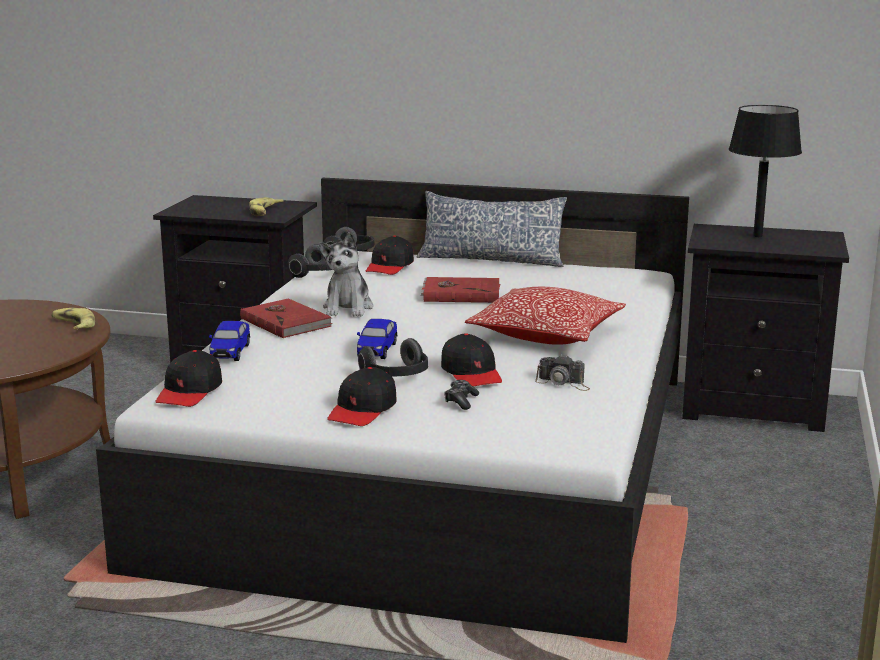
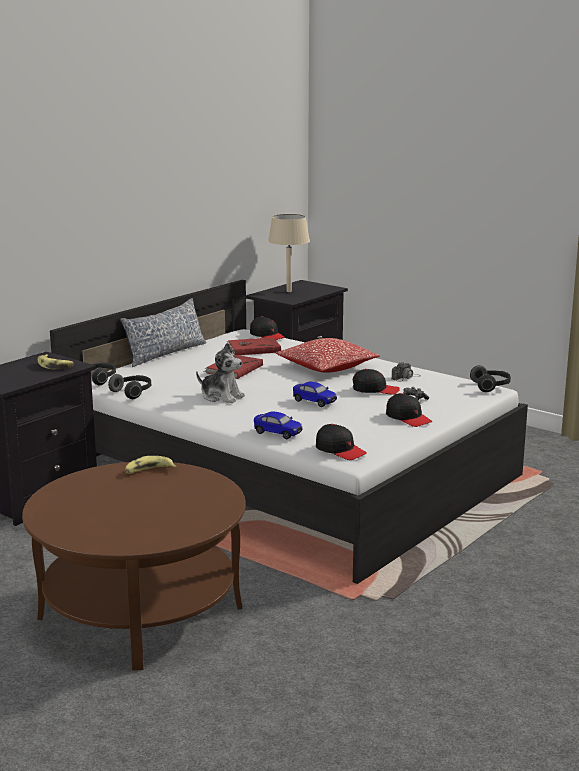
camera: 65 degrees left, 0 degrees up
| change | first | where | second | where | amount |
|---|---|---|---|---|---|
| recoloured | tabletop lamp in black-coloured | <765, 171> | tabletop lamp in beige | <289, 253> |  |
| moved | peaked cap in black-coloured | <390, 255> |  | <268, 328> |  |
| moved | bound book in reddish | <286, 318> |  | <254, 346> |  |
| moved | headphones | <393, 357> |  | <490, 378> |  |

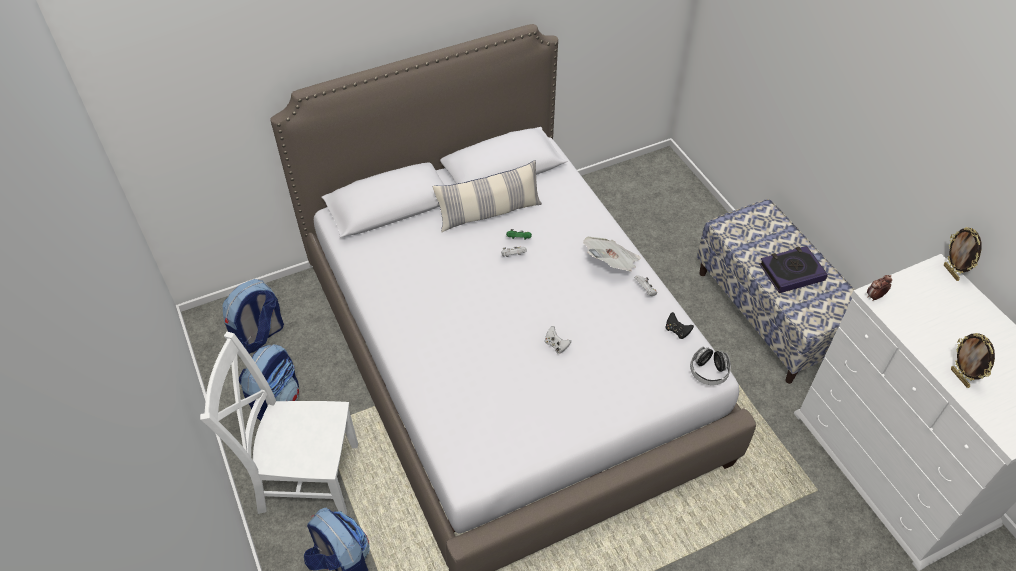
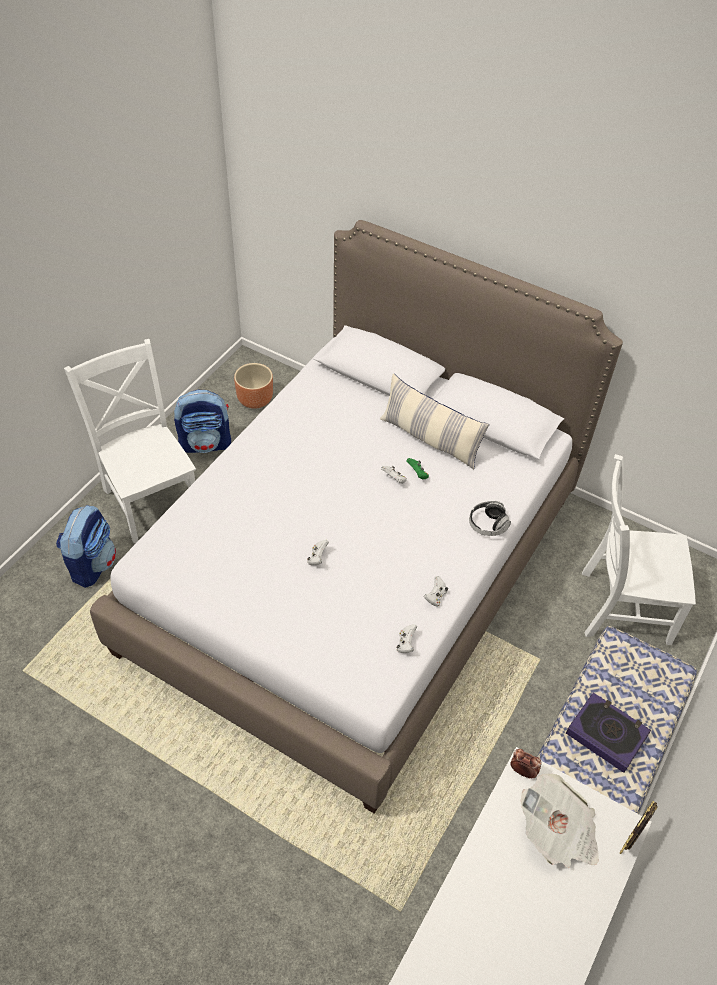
camera: 55 degrees right, 0 degrees up
| change | first | where | second | where | amount |
|---|---|---|---|---|---|
| moved | newspaper | <612, 254> |  | <560, 820> |  |
| replaced | rucksack | <253, 316> | plant pot in brownish | <253, 386> |  |
| recoloured | gamepad in black-coloured | <679, 325> | gamepad in white-coloured | <407, 638> |  |
| removed | picture frame | <973, 360> |  |  |  |
| moved | headphones | <710, 366> |  | <490, 518> |  |
| added |  |  | chair in white-coloured | <639, 549> |  |

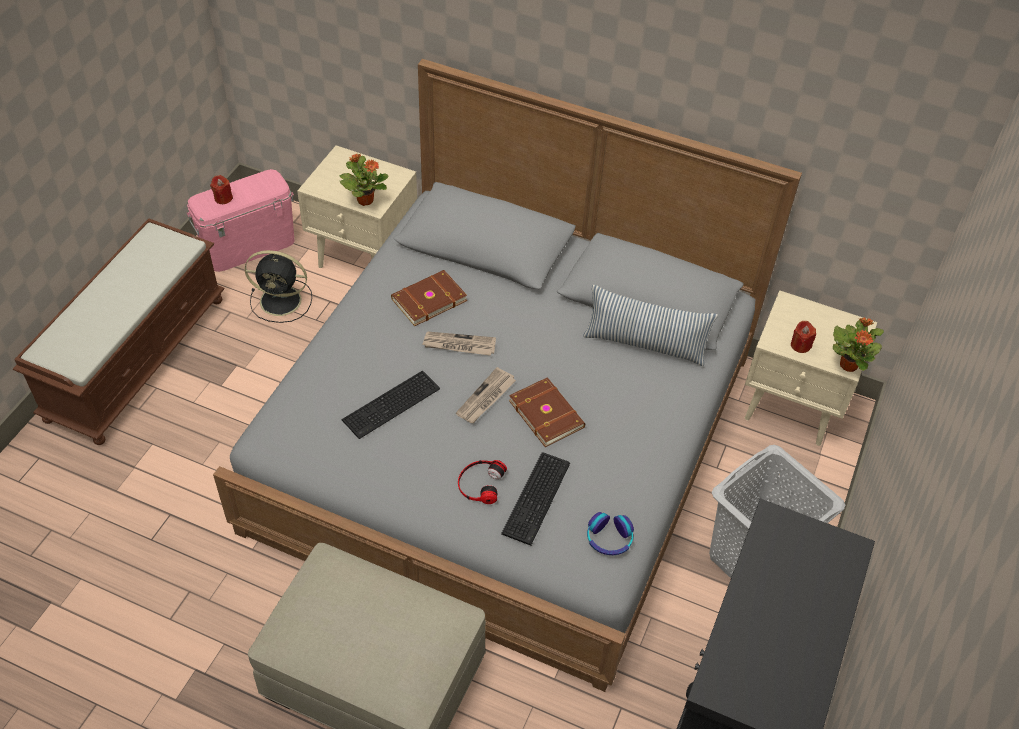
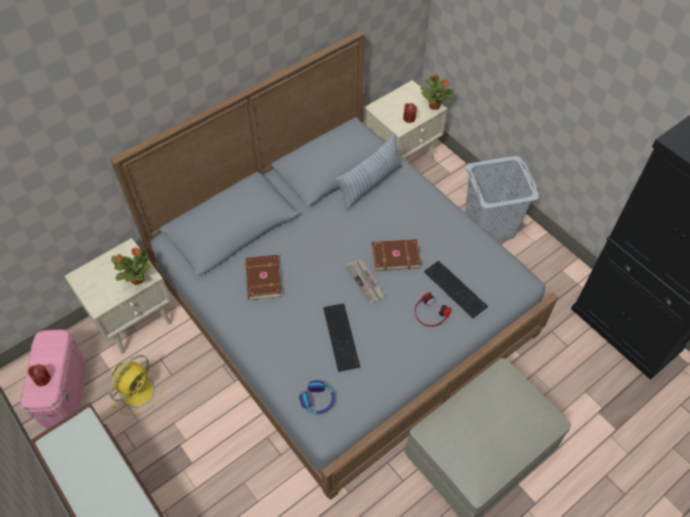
camera: 60 degrees left, 5 degrees up
| change | first | where | second | where | amount |
|---|---|---|---|---|---|
| recoloured | fan in black-coloured | <278, 286> | fan in yellow-coloured | <136, 385> |  |
| removed | newspaper | <459, 344> |  |  |  |
| moved | headphones | <610, 533> |  | <317, 397> |  |

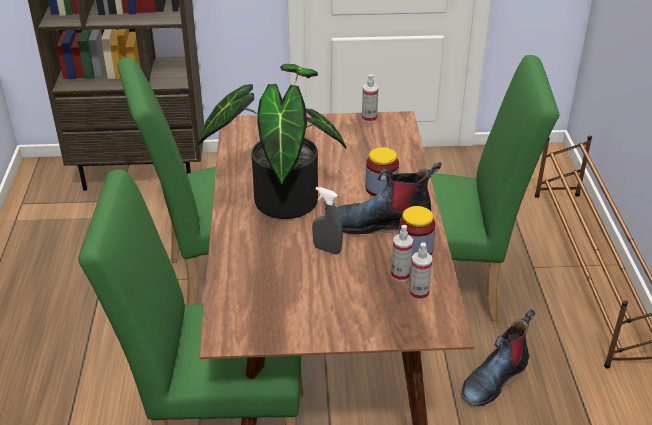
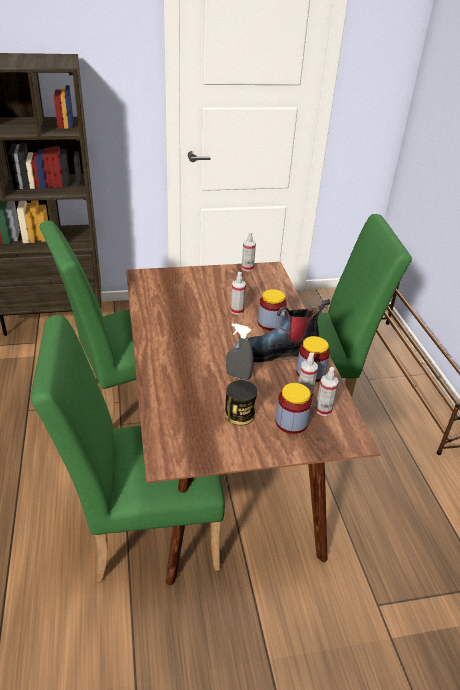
camera: 10 degrees left, 0 degrees up
| change | first | where | second | where | amount |
|---|---|---|---|---|---|
| removed | potted plant | <272, 141> |  |  |  |
| removed | high-top boot | <498, 357> |  |  |  |
| added |  |  | sprayer | <238, 293> |  |
| added |  |  | can | <241, 402> |  |
| added |  |  | jar | <294, 408> |  |

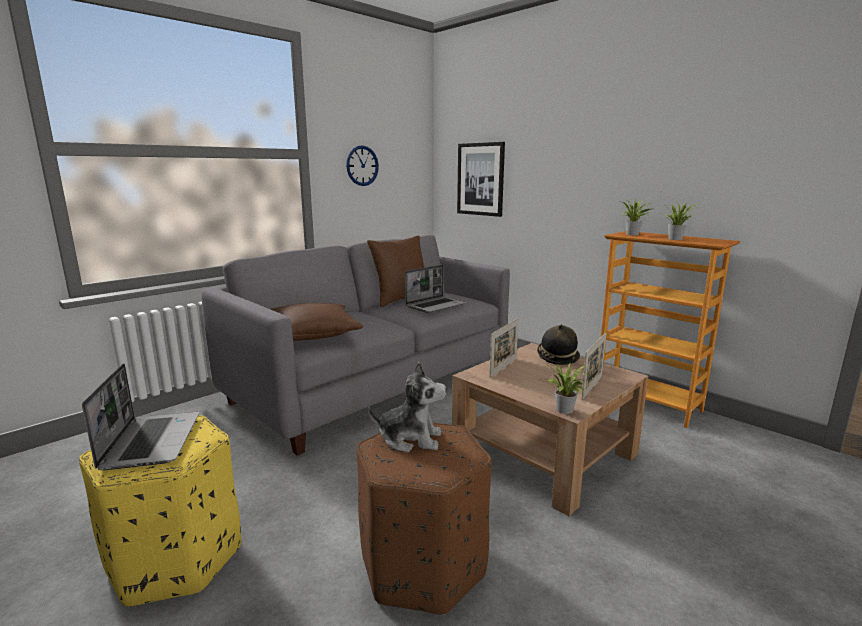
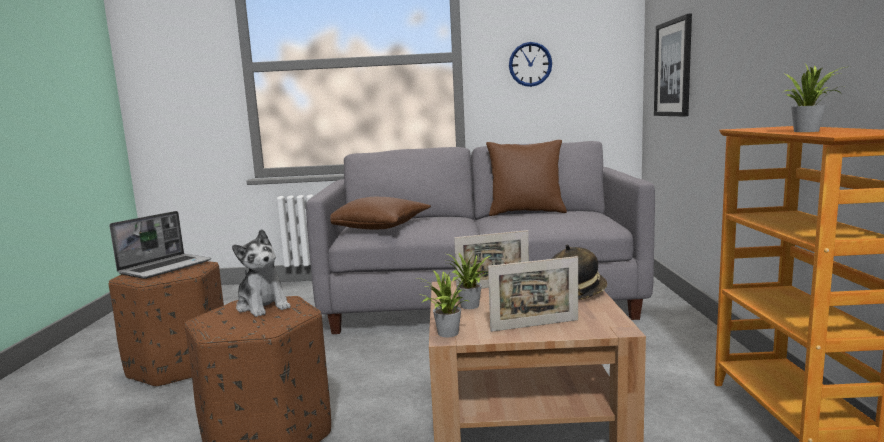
camera: 45 degrees right, 5 degrees down
| change | first | where | second | where | amount |
|---|---|---|---|---|---|
| moved | potted plant | <637, 217> |  | <467, 280> |  |
| removed | notebook computer | <435, 289> |  |  |  |
| recoloured | footrest in yellow-coloured | <160, 511> | footrest in brownish | <166, 324> |  |

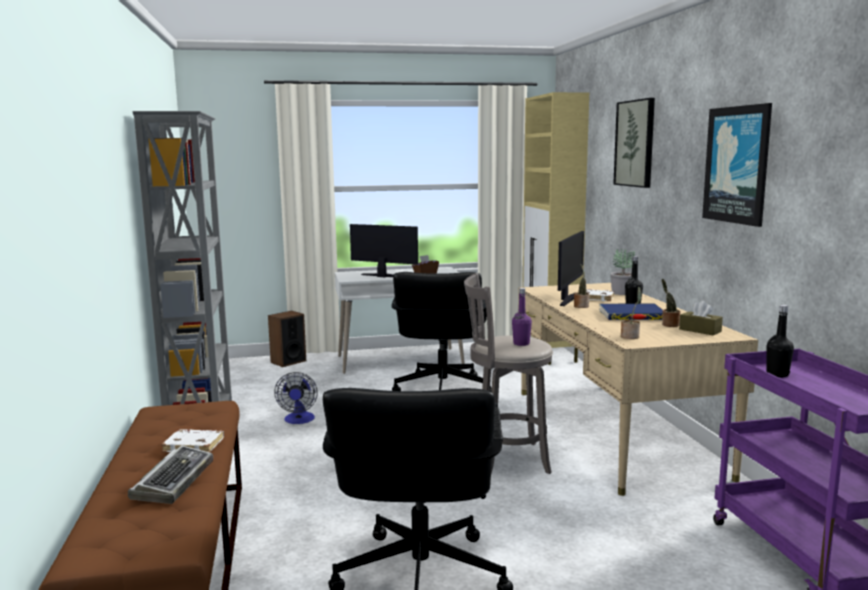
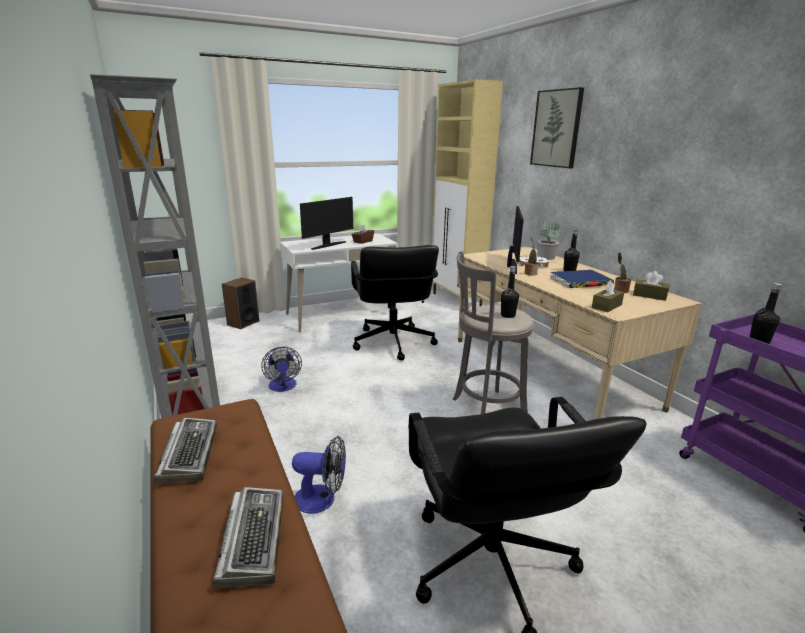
camera: 15 degrees left, 10 degrees up
| change | first | where | second | where | amount |
|---|---|---|---|---|---|
| removed | wall picture | <737, 165> |  |  |  |
| turned | computer display | <384, 250> |  | <326, 223> | 120 degrees clockwise |
| replaced | potted plant | <631, 313> | tissue holder in brownish | <608, 296> |  |
| recoloured | drink bottle in purple-coloured | <522, 317> | drink bottle in black-coloured | <510, 292> |  |
| removed | bound book in white-coloured | <192, 440> |  |  |  |
| added |  |  | PC keyboard | <185, 451> |  |
| added |  |  | fan | <319, 475> |  |

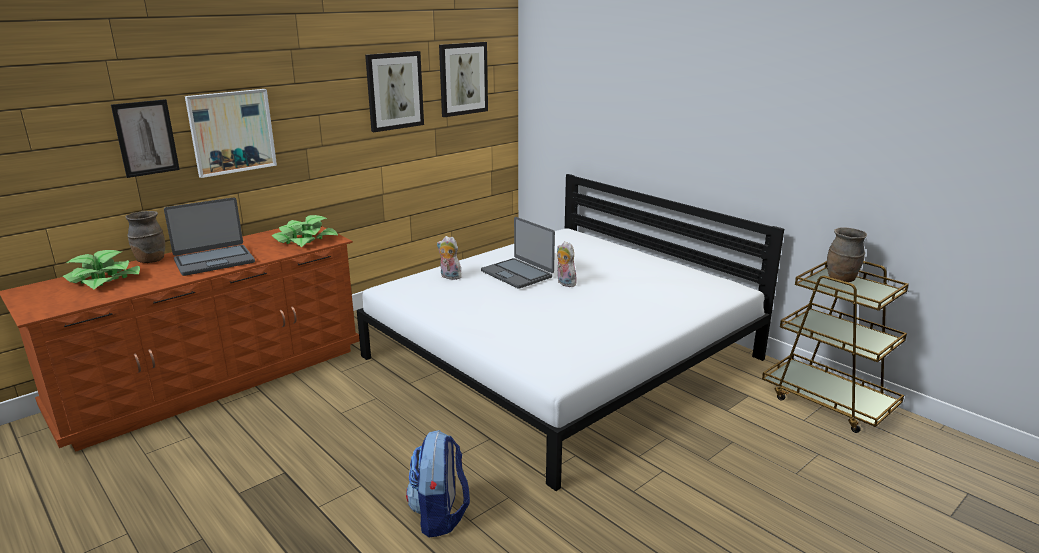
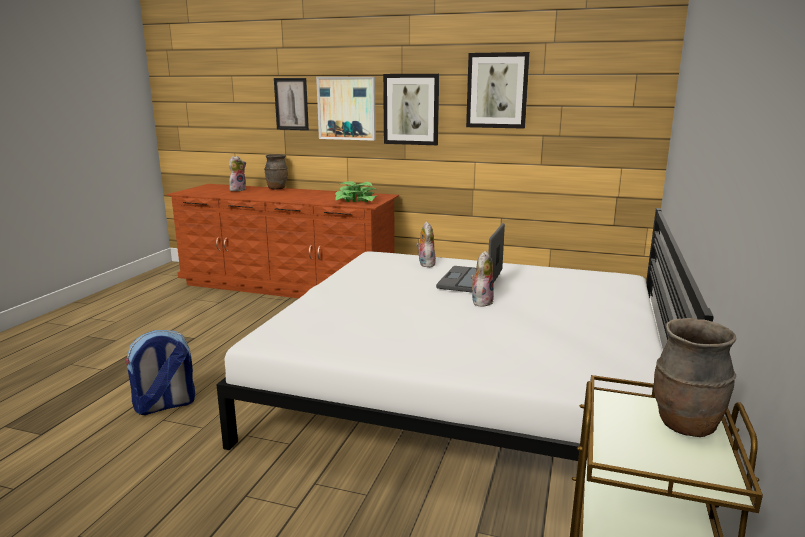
camera: 60 degrees right, 5 degrees down
| change | first | where | second | where | amount |
|---|---|---|---|---|---|
| moved | wall picture | <463, 79> |  | <411, 109> |  |
| removed | notebook computer | <209, 236> |  |  |  |
| replaced | potted plant | <101, 269> | plush toy | <237, 173> |  |

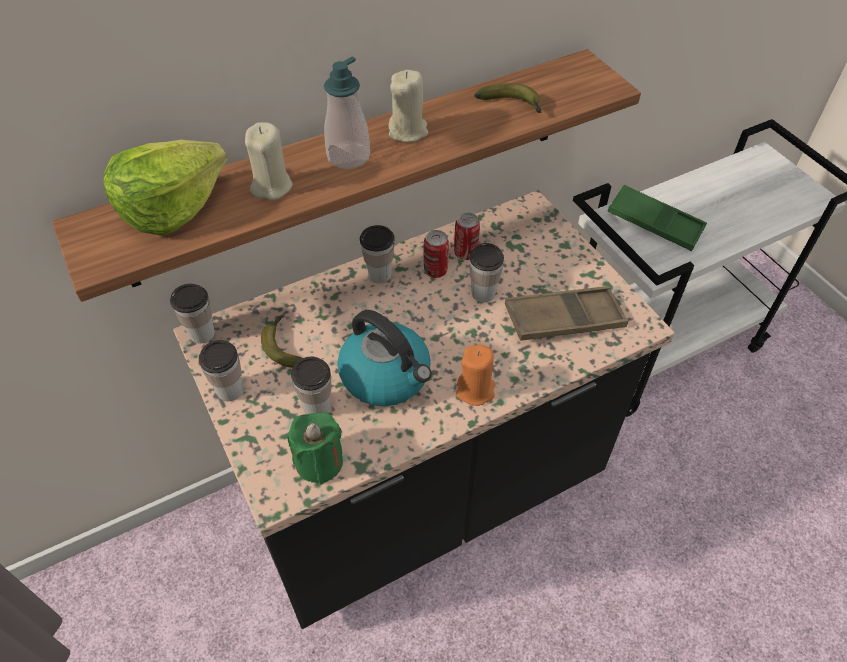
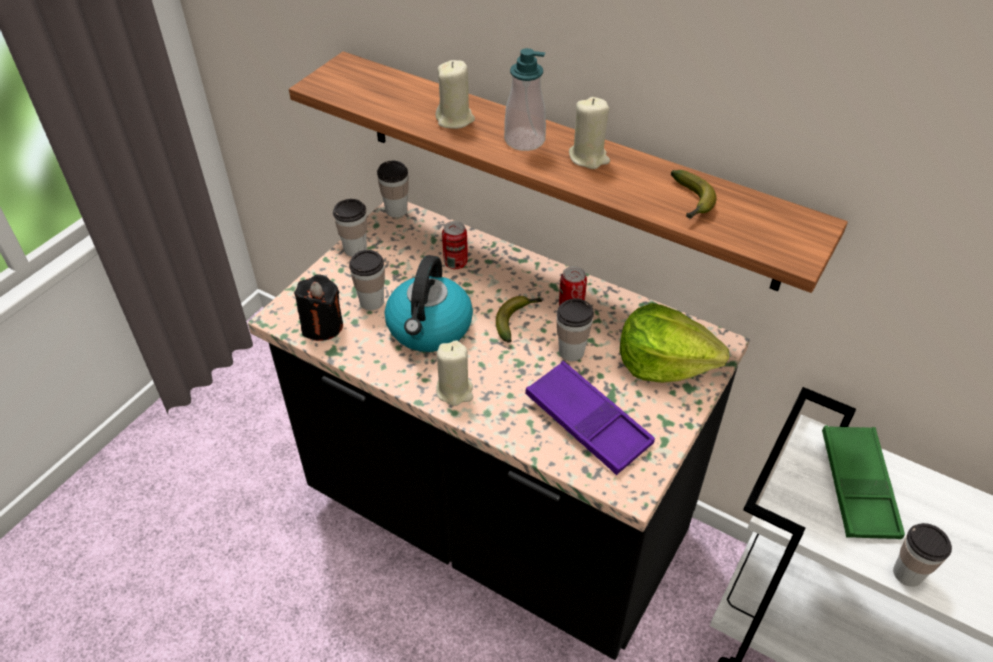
camera: 60 degrees right, 5 degrees down
| change | first | where | second | where | amount |
|---|---|---|---|---|---|
| moved | head of lettuce | <165, 188> |  | <674, 343> |  |
| moved | can | <467, 236> |  | <455, 245> |  |
| moved | drinking cup | <377, 254> |  | <922, 555> |  |
| recoloured | tray in brownish | <566, 313> | tray in purple-coloured | <590, 418> |  |
| moved | whole banana | <281, 341> |  | <519, 319> |  |
| recoloured | candle in orange | <475, 375> | candle in beige | <454, 373> |  |
| recoloured | candle in green | <315, 448> | candle in black-coloured | <318, 307> |  |

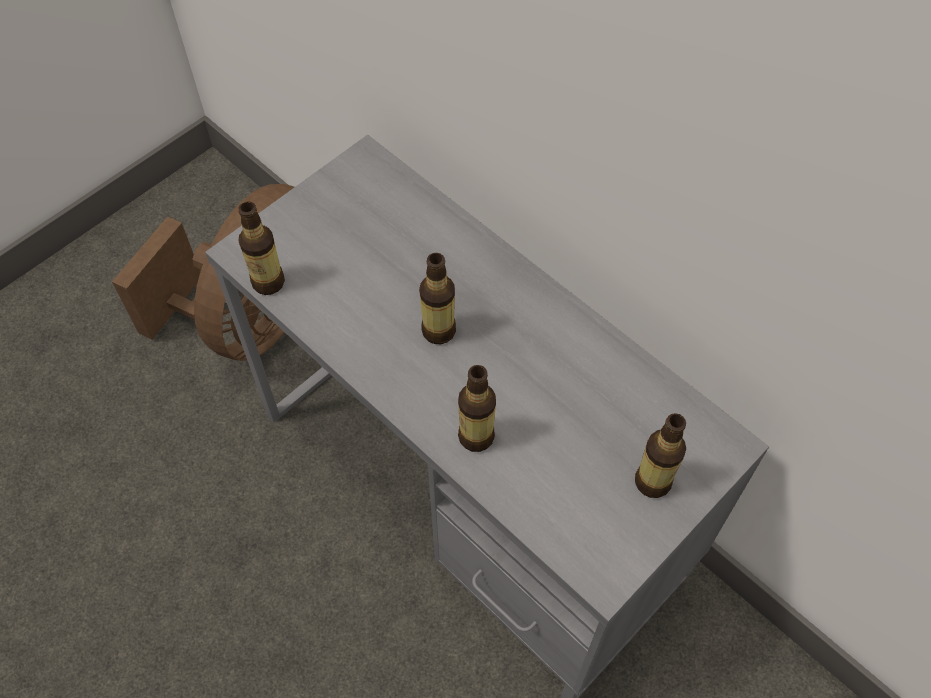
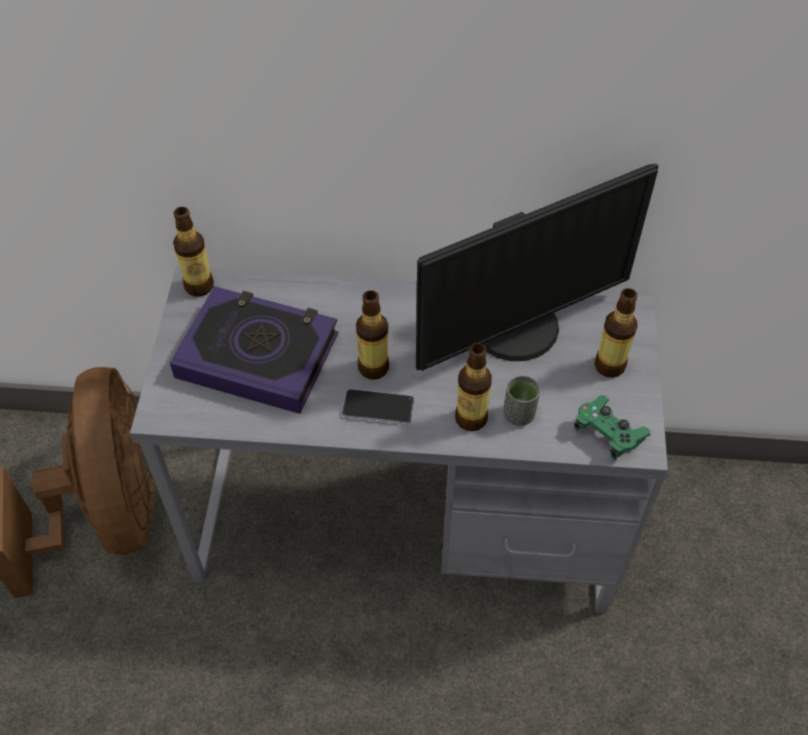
camera: 40 degrees left, 5 degrees down
| change | first | where | second | where | amount |
|---|---|---|---|---|---|
| moved | drink bottle | <261, 248> |  | <193, 252> |  |
| added |  |  | computer display | <537, 267> |  |
| added |  |  | bound book | <254, 350> |  |
| added |  |  | drinking cup in gray | <521, 400> |  |
| added |  |  | handset | <378, 407> |  |
| added |  |  | gamepad in green | <612, 427> |  |

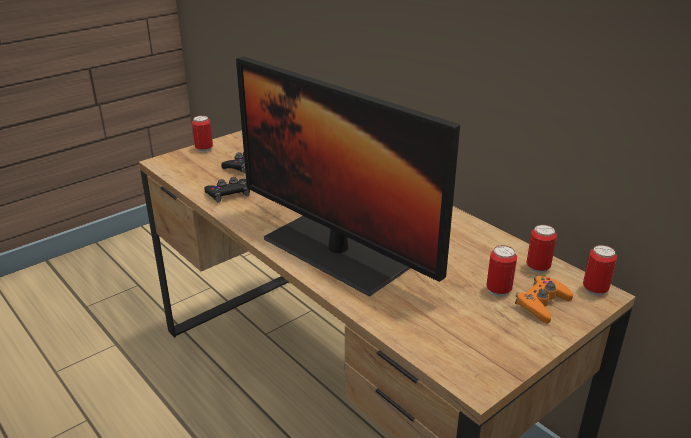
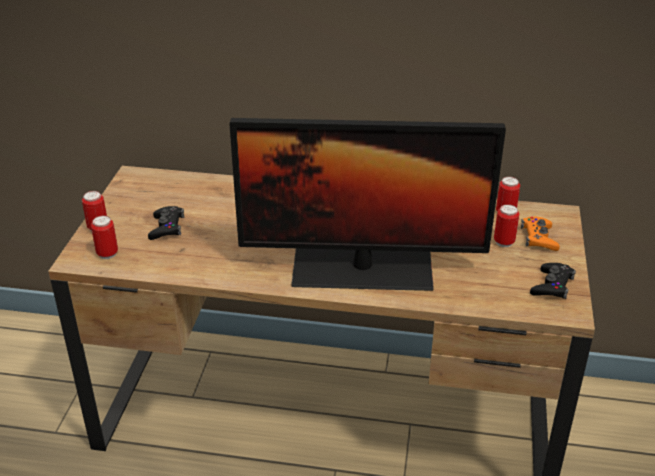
camera: 40 degrees left, 5 degrees up
| change | first | where | second | where | amount |
|---|---|---|---|---|---|
| moved | gamepad in black-coloured | <227, 189> |  | <553, 281> |  |
| moved | can | <600, 270> |  | <104, 237> |  |

